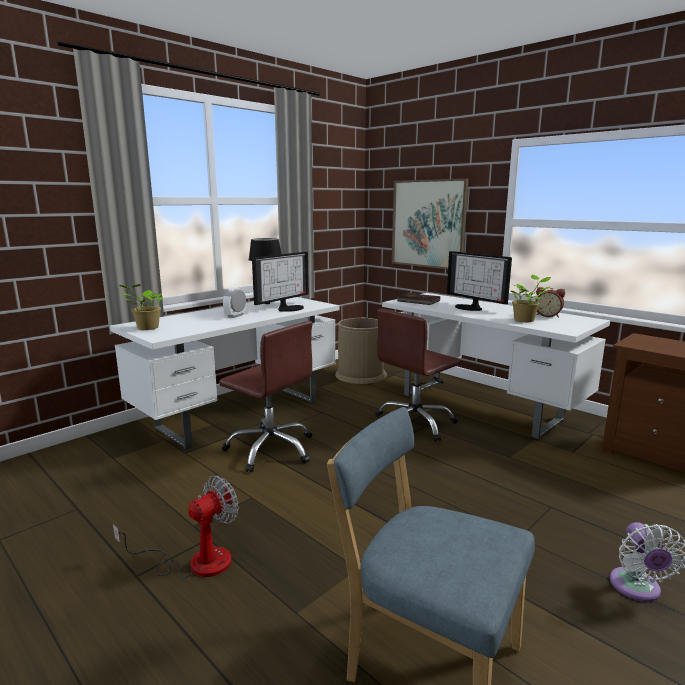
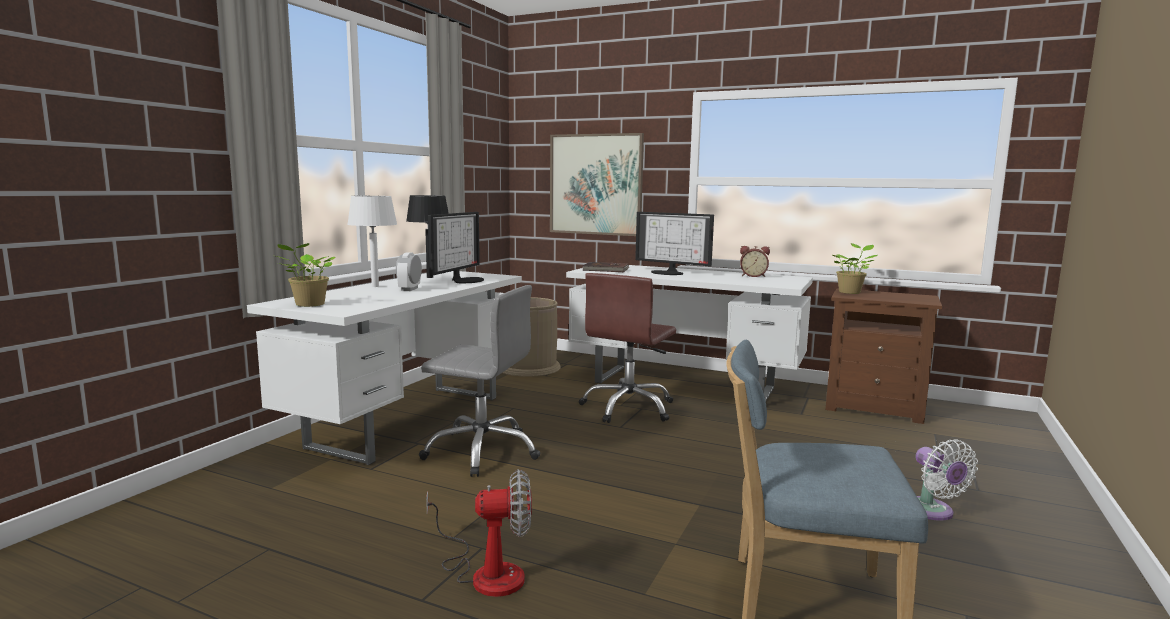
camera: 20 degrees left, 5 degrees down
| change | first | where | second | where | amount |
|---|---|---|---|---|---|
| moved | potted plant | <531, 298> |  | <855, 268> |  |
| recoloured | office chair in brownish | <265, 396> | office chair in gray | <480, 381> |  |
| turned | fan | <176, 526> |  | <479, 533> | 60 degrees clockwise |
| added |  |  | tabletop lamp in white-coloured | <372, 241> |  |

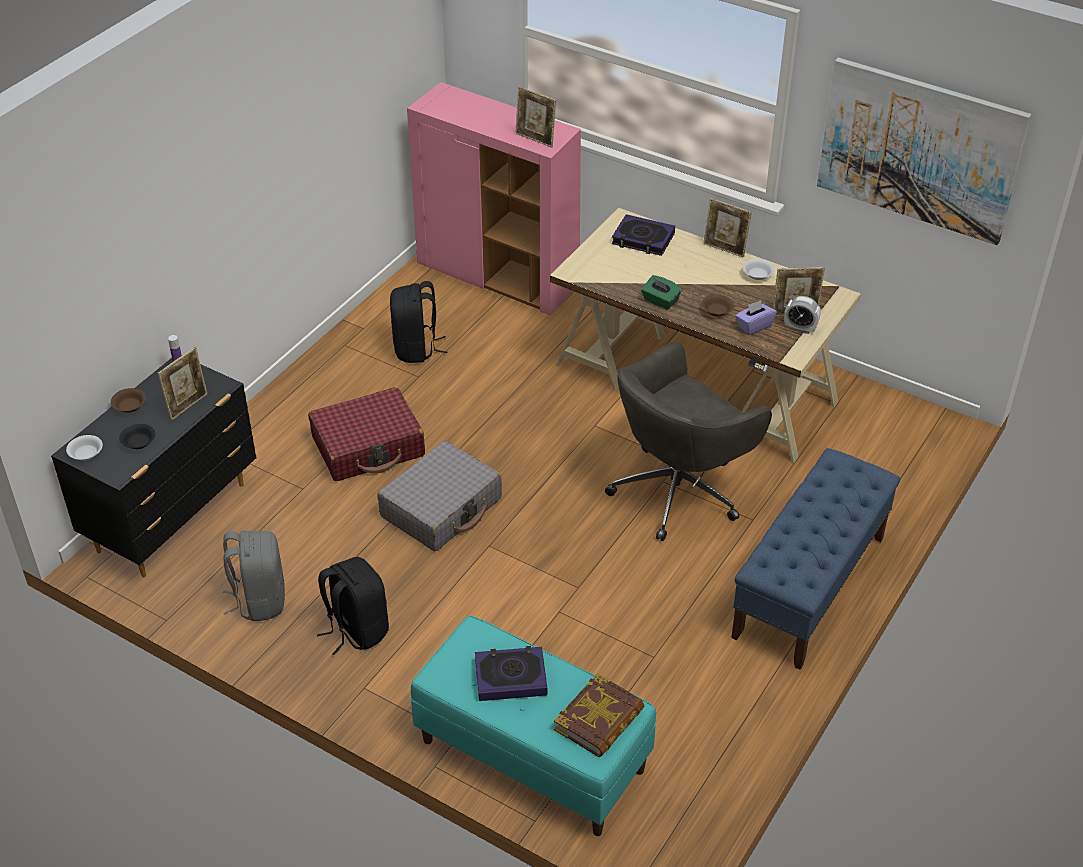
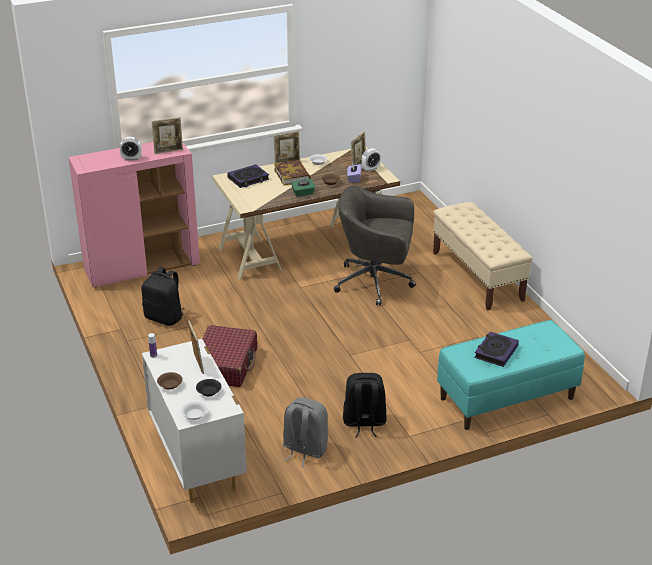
camera: 55 degrees left, 10 degrees down
| change | first | where | second | where | amount |
|---|---|---|---|---|---|
| removed | wall picture | <924, 151> |  |  |  |
| turned | office chair in gray | <688, 441> |  | <375, 245> | 105 degrees clockwise |
| recoloured | chest of drawers in black-coloured | <153, 467> | chest of drawers in white-coloured | <194, 421> |  |
| removed | piece of luggage in gray | <440, 496> |  |  |  |
| recoloured | indoor bench in bluish | <816, 559> | indoor bench in beige | <482, 256> |  |
| moved | bound book | <599, 715> |  | <292, 173> |  |
| added |  |  | bedside clock | <131, 149> |  |

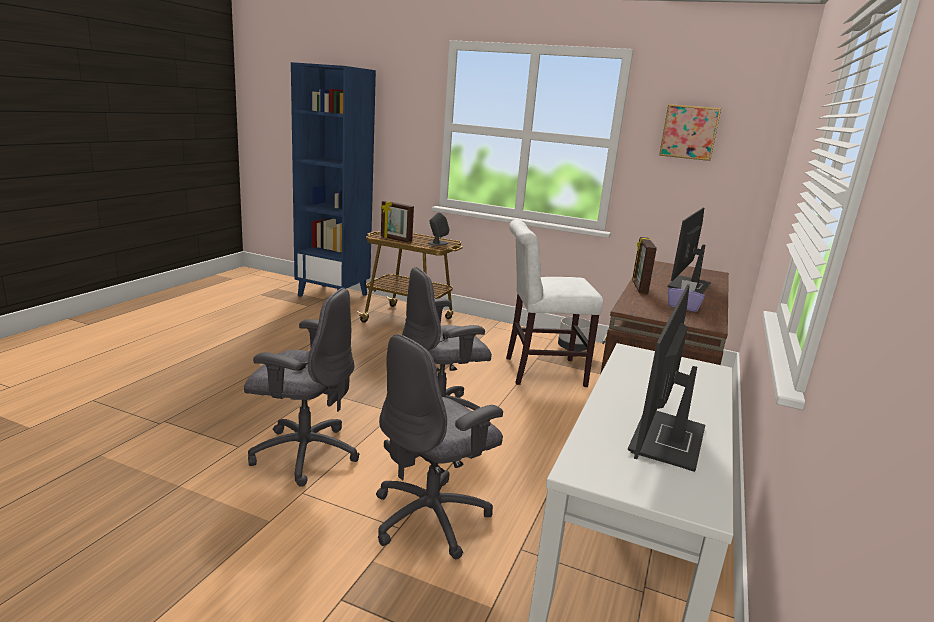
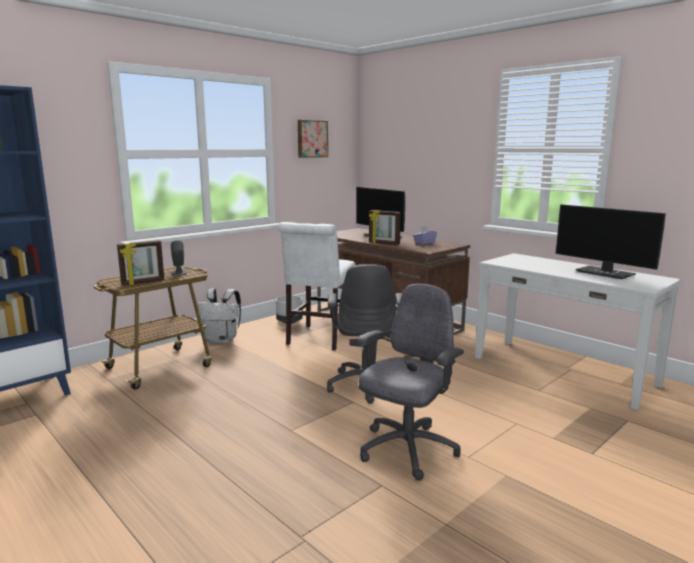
camera: 65 degrees left, 5 degrees down
| change | first | where | second | where | amount |
|---|---|---|---|---|---|
| removed | office chair in gray | <439, 446> |  |  |  |
| added |  |  | rucksack in white-coloured | <219, 316> |  |

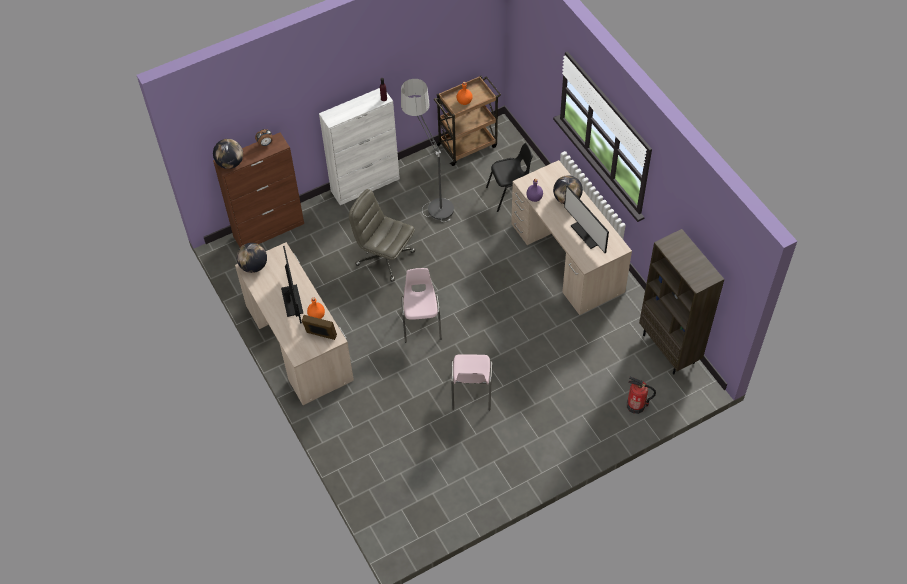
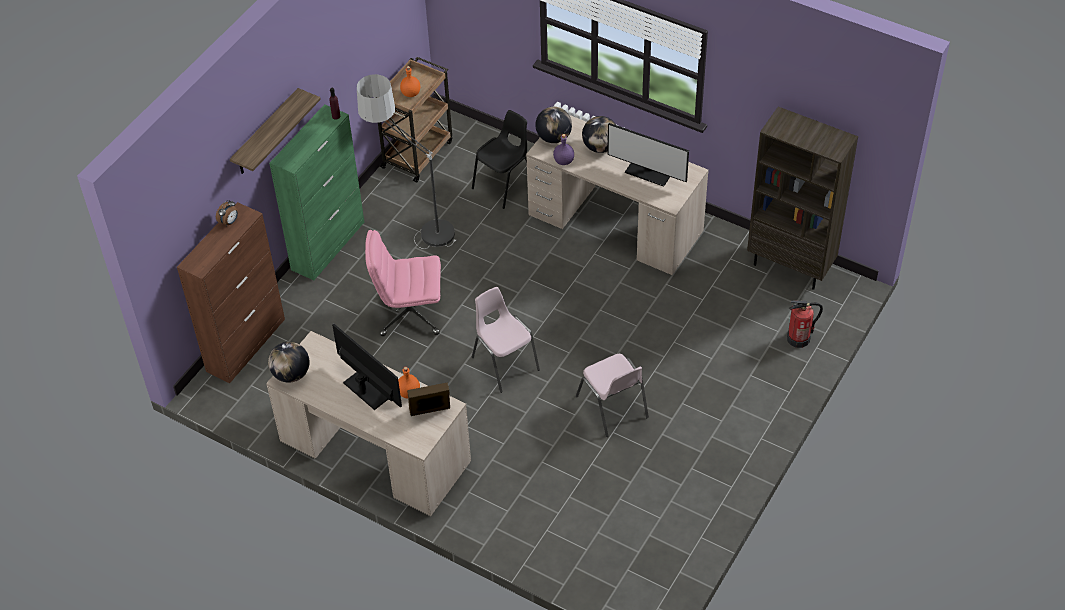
camera: 30 degrees left, 5 degrees down
| change | first | where | second | where | amount |
|---|---|---|---|---|---|
| recoloured | cabinet in white-coloured | <359, 146> | cabinet in green | <316, 192> |  |
| moved | desk globe | <228, 154> |  | <553, 125> |  |
| recoloured | office chair in gray | <382, 235> | office chair in pink | <403, 283> |  |
| added |  |  | bracket shelf | <275, 131> |  |

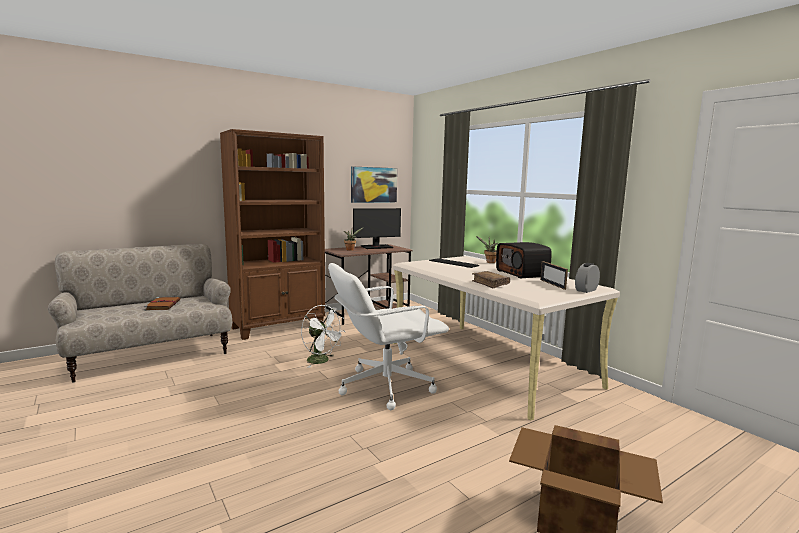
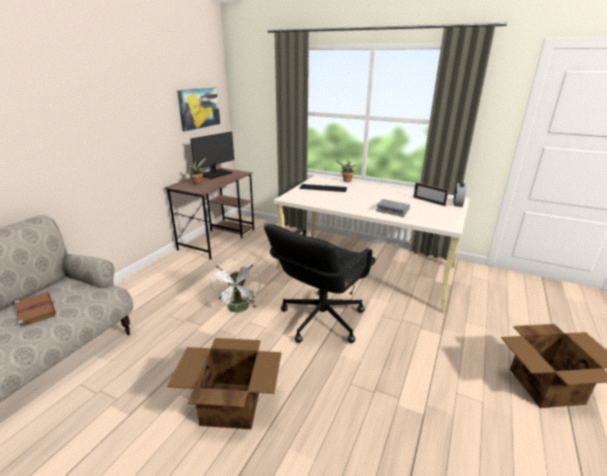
camera: 30 degrees left, 15 degrees up
| change | first | where | second | where | amount |
|---|---|---|---|---|---|
| removed | bookcase in brownish | <272, 234> |  |  |  |
| removed | radio | <523, 260> |  |  |  |
| recoloured | office chair in white-coloured | <388, 336> | office chair in black-coloured | <320, 283> |  |
| recoloured | bound book in brownish | <491, 279> | bound book in gray | <393, 208> |  |
| turned | fan in white-coloured | <322, 336> |  | <235, 286> | 75 degrees clockwise |
| added |  |  | carton | <224, 383> |  |

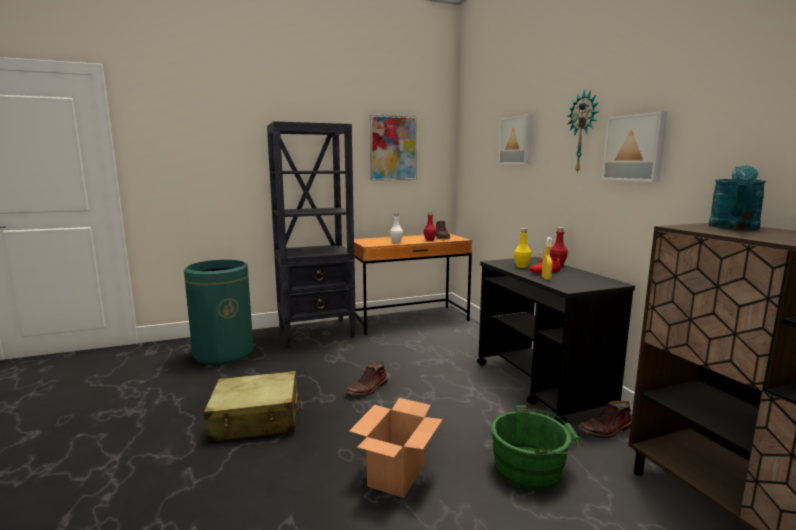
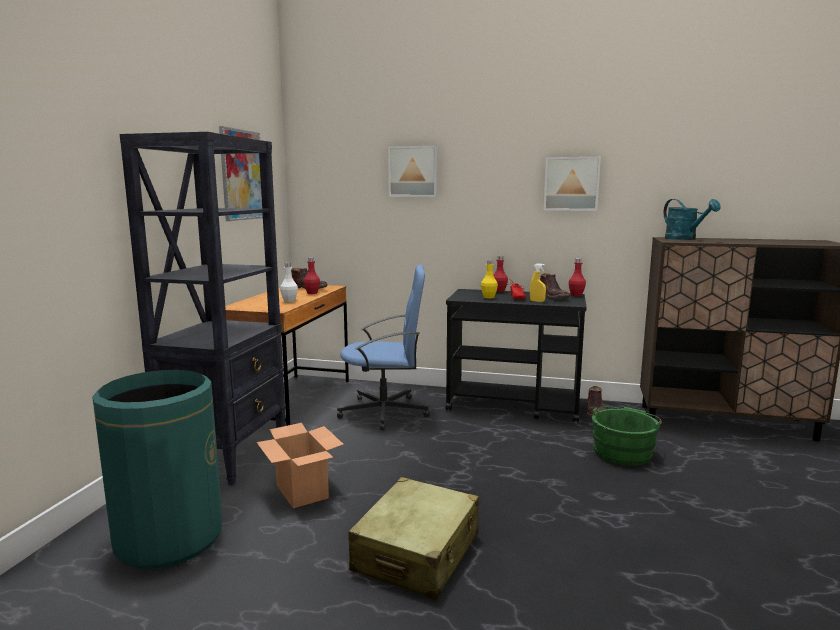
camera: 55 degrees left, 0 degrees up
| change | first | where | second | where | amount |
|---|---|---|---|---|---|
| removed | hanging clock | <583, 132> |  |  |  |
| moved | high-top boot in brownish | <366, 379> |  | <554, 286> |  |
| moved | carton | <396, 448> |  | <300, 465> |  |
| added |  |  | drink bottle in reddish | <577, 277> |  |
| added |  |  | office chair in bluish | <383, 348> |  |

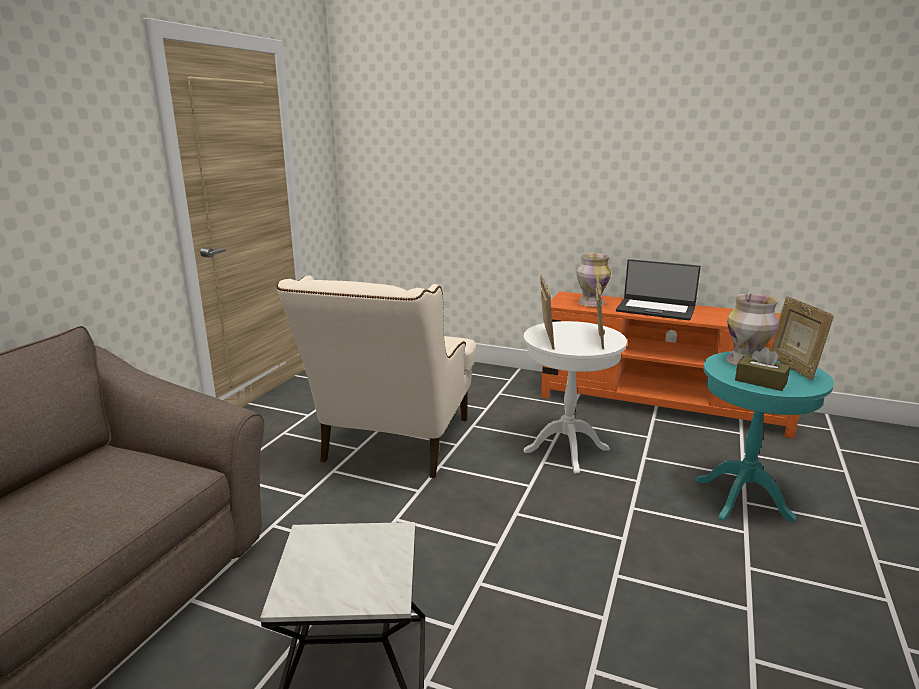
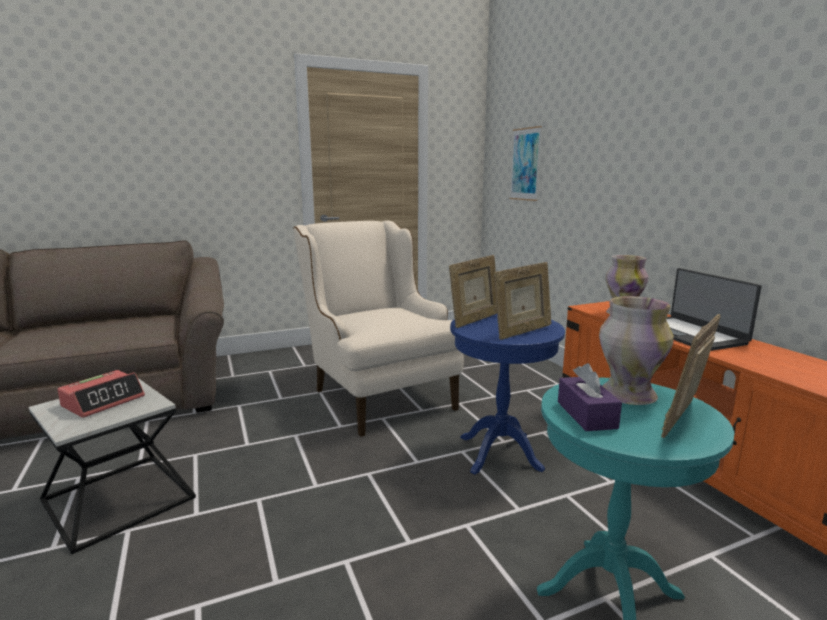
camera: 45 degrees right, 5 degrees down
| change | first | where | second | where | amount |
|---|---|---|---|---|---|
| turned | easy chair in beige | <376, 376> |  | <378, 329> | 90 degrees clockwise |
| recoloured | accent table in white-coloured | <575, 397> | accent table in bluish | <507, 394> |  |
| recoloured | tissue holder in brownish | <762, 369> | tissue holder in purple-coloured | <590, 397> |  |
| added |  |  | wall picture | <526, 163> |  |
| added |  |  | bedside clock | <101, 394> |  |

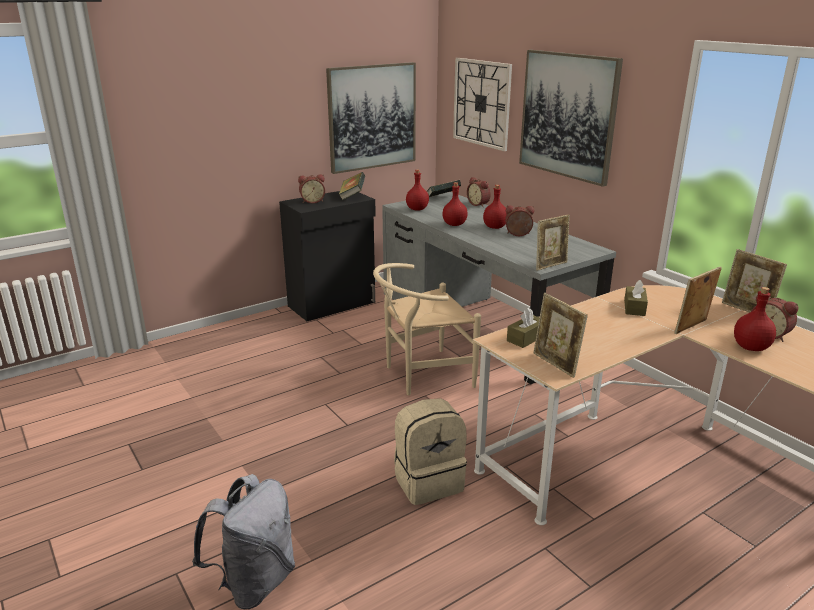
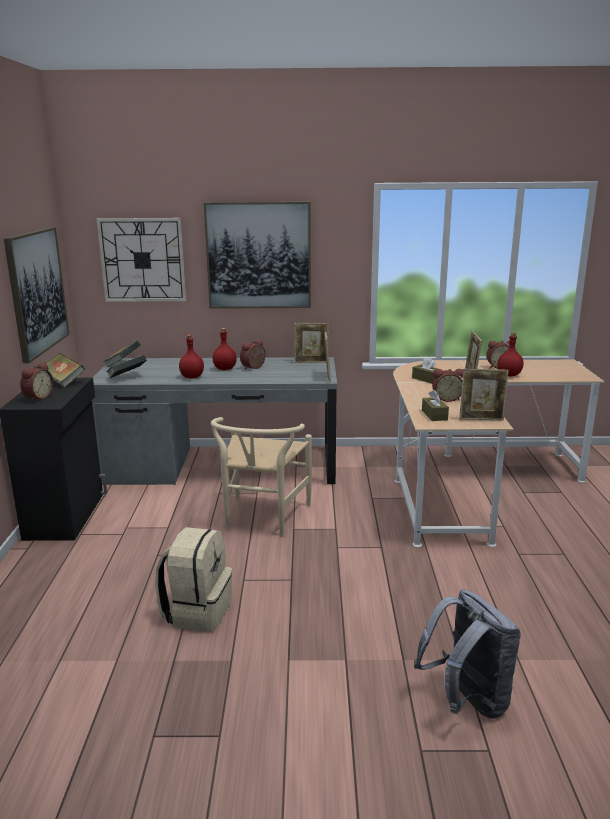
camera: 55 degrees left, 5 degrees down
| change | first | where | second | where | amount |
|---|---|---|---|---|---|
| replaced | drink bottle in reddish | <417, 190> | bound book | <126, 367> |  |
| moved | bedside clock | <479, 192> |  | <447, 385> |  |
| moved | picture frame | <754, 281> |  | <311, 343> |  |
| moved | rucksack in beige | <430, 451> |  | <193, 579> |  |

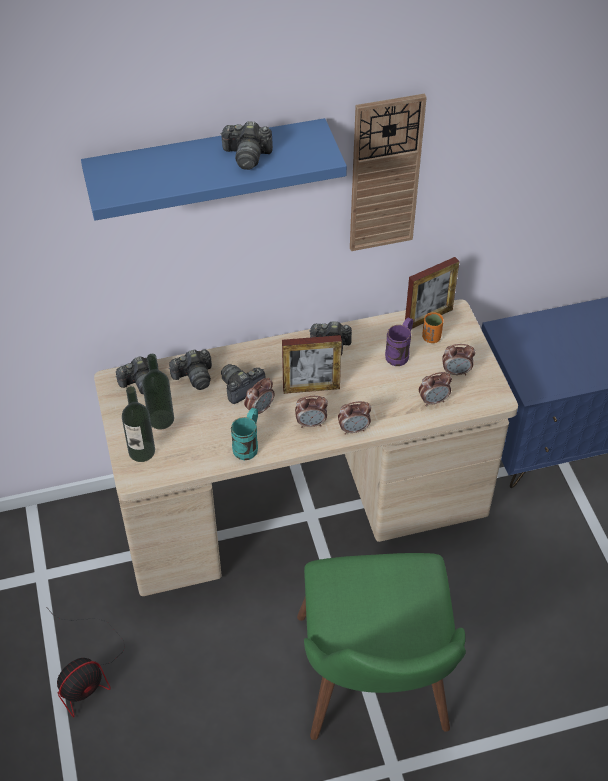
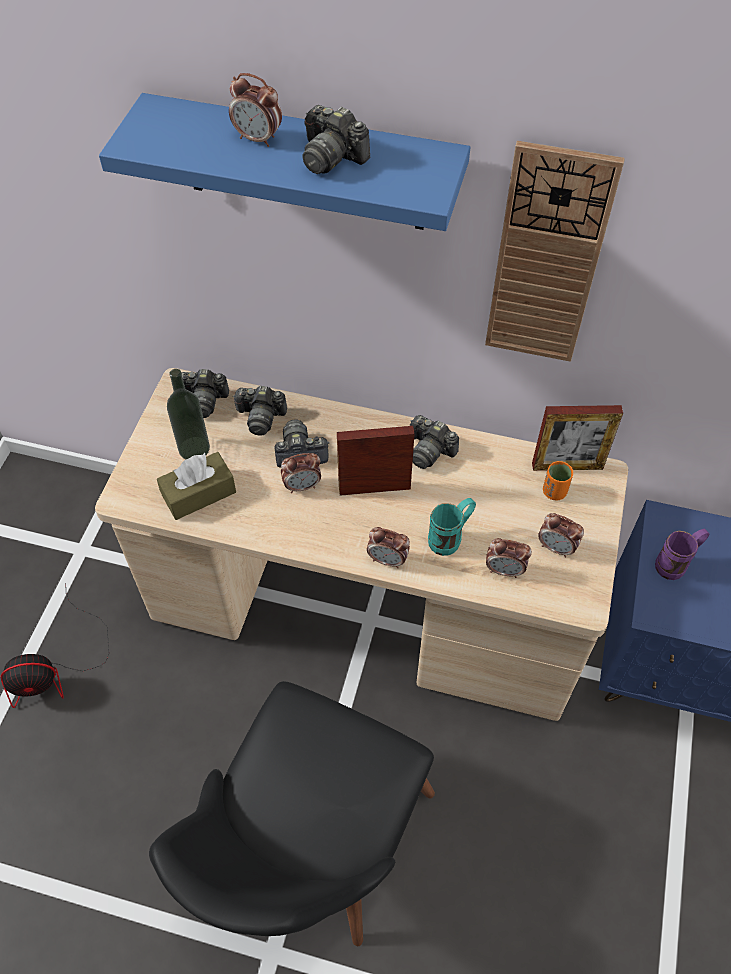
camera: 30 degrees right, 5 degrees up
| change | first | where | second | where | amount |
|---|---|---|---|---|---|
| moved | coffee mug in purple-coloured | <399, 341> |  | <682, 554> |  |
| turned | picture frame | <312, 364> |  | <375, 461> | 150 degrees clockwise |
| removed | drink bottle | <138, 424> |  |  |  |
| moved | bedside clock | <311, 412> |  | <255, 110> |  |
| moved | coffee mug in turquoise-coloured | <244, 434> |  | <452, 527> |  |
| recoloured | chair in green | <381, 646> | chair in black-coloured | <292, 813> |  |
| added |  |  | tissue holder in brownish | <196, 486> |  |

